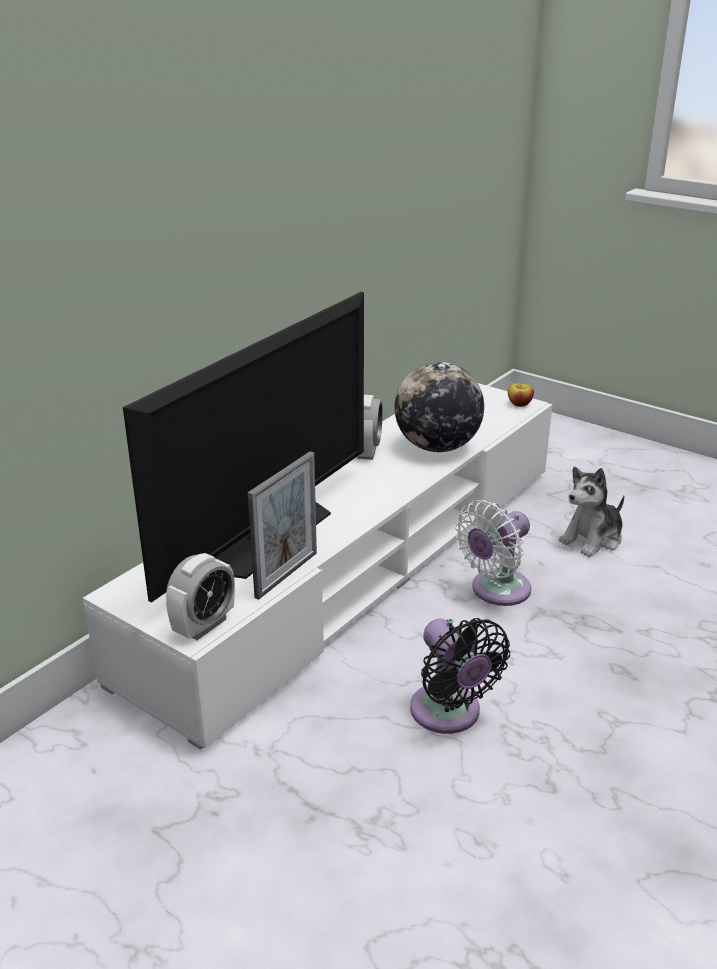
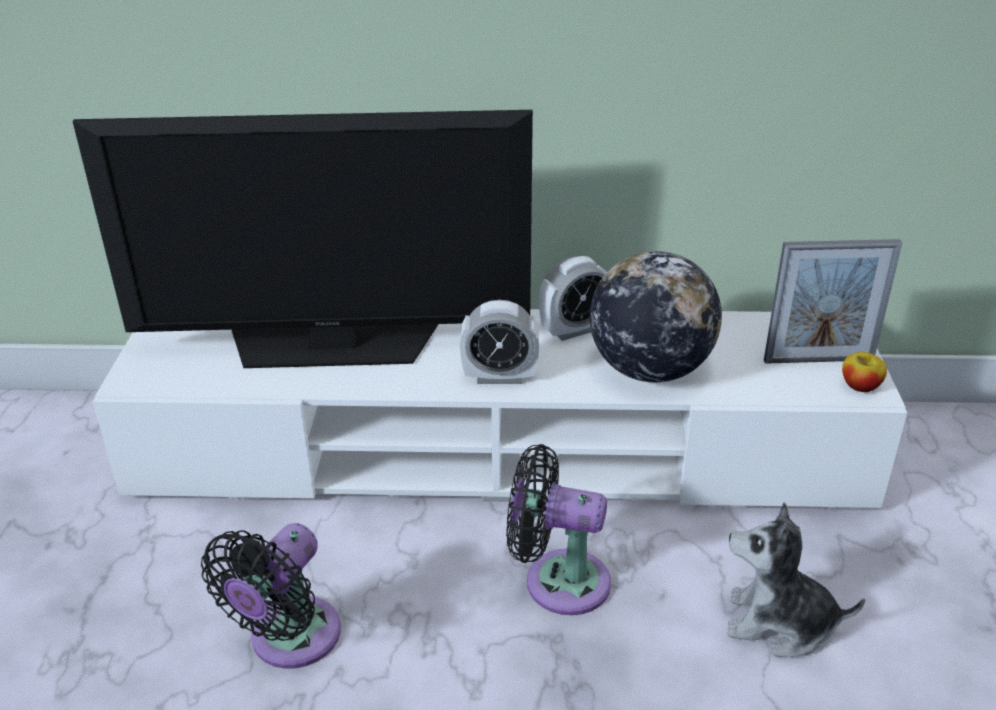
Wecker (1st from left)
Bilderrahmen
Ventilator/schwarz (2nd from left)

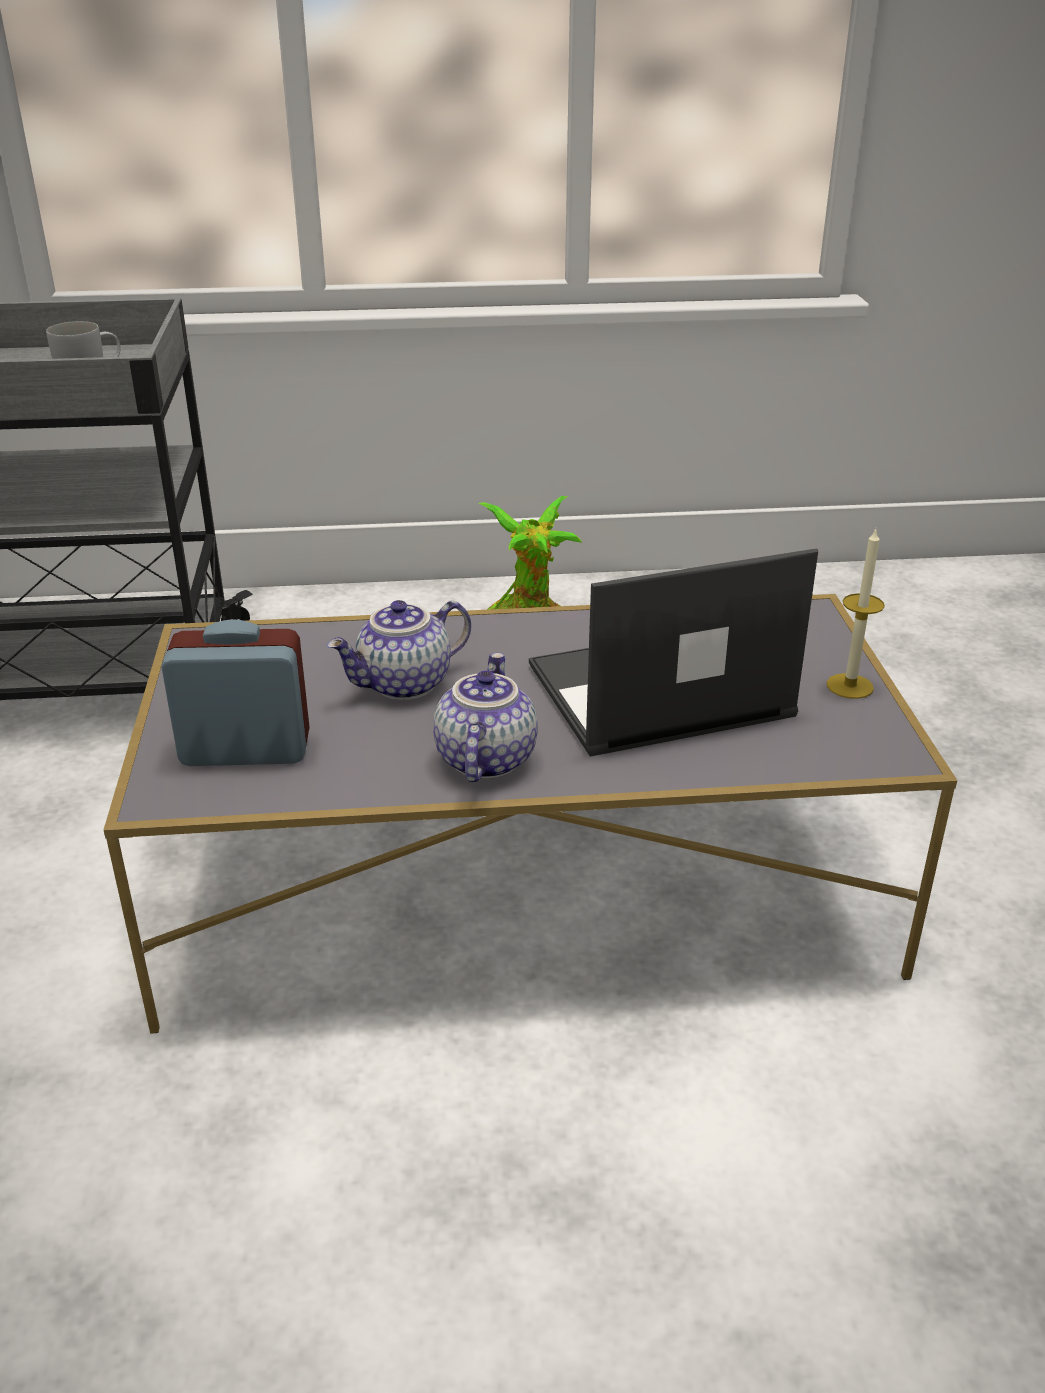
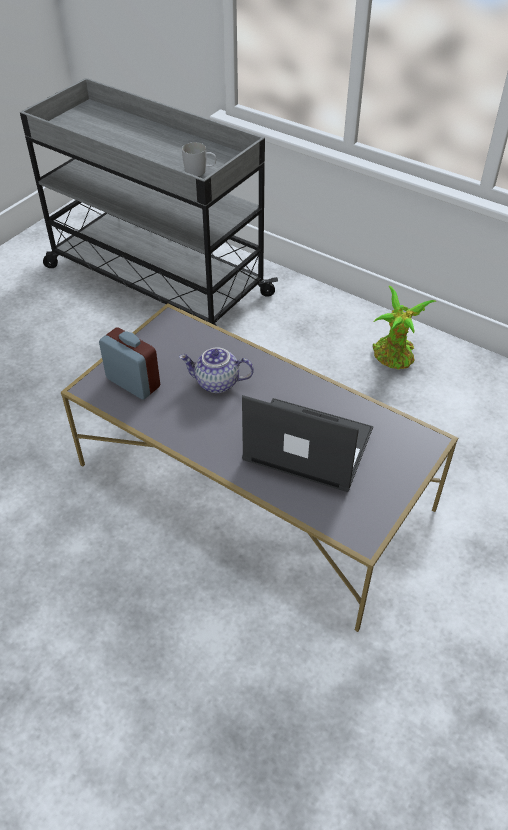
Teekanne (2nd from left in the first image)
Kerze

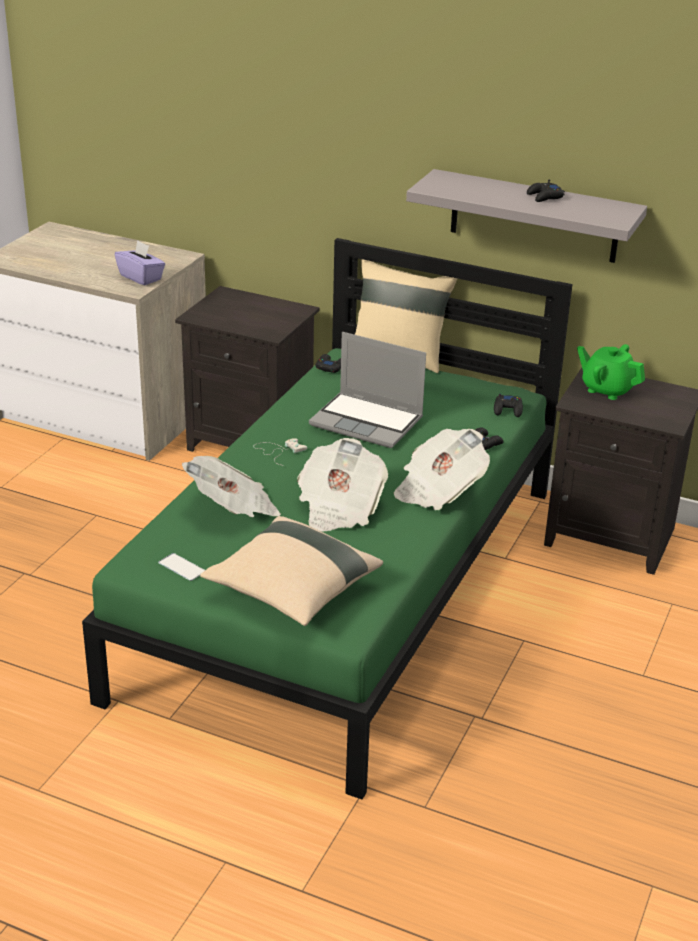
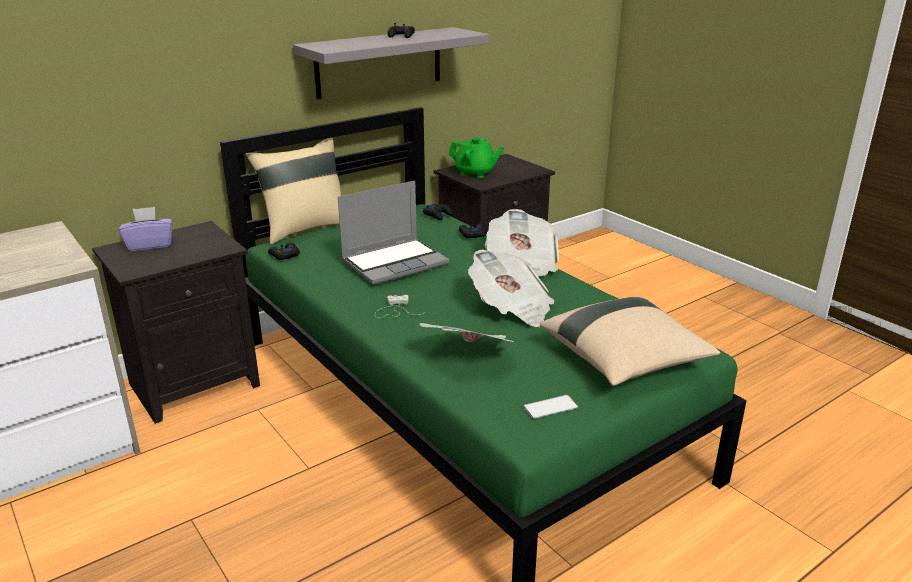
Taschentuchbox/lila
Teekanne/grün

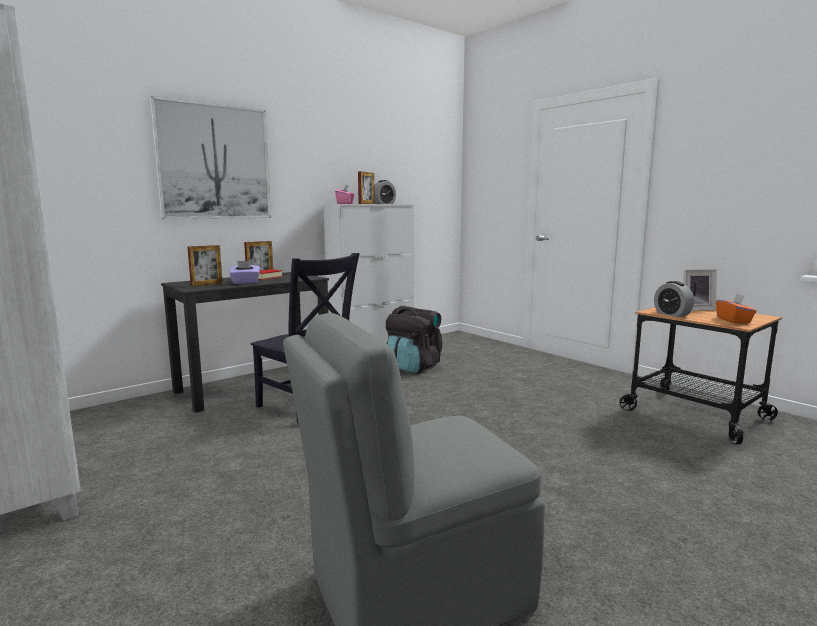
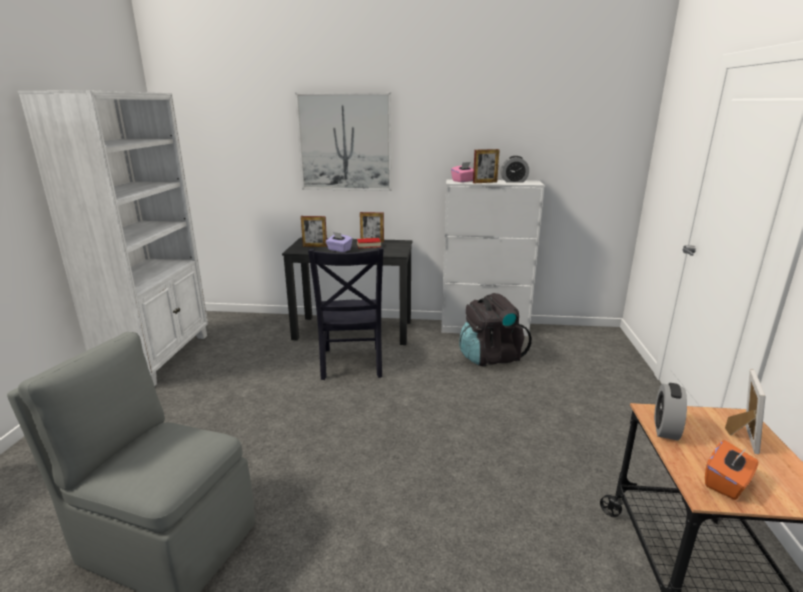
Bilderrahmen (4th from left)

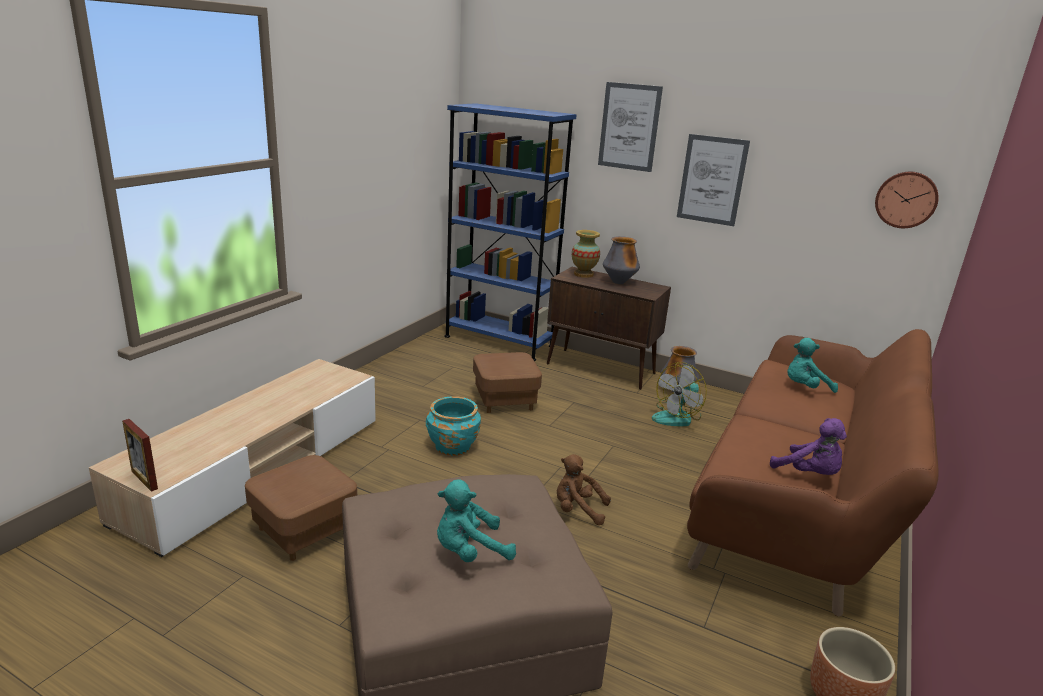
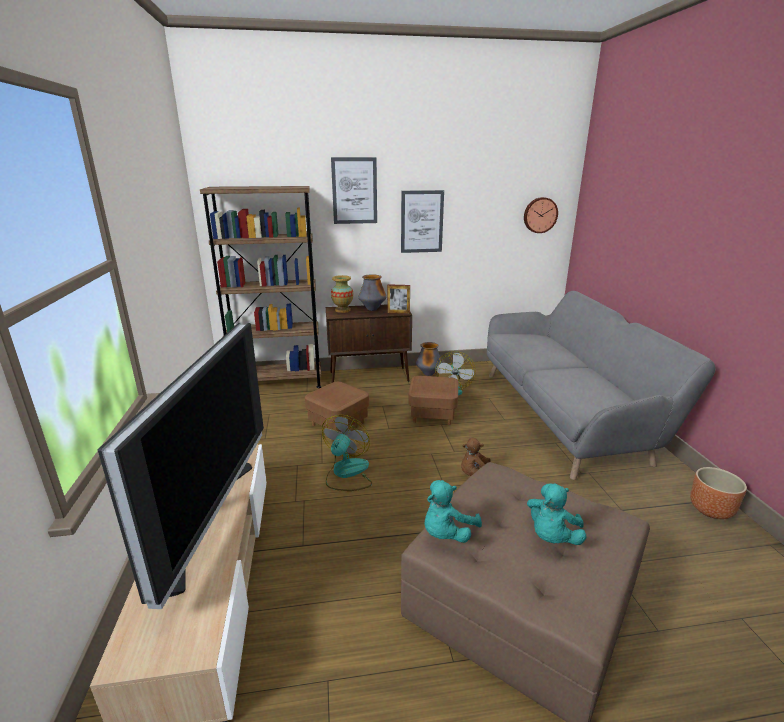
Plüschtier/lila
Fernseher
Bilderrahmen
Polsterhocker/braun (2nd from left)
Plüschtier/türkis (1st from left)
Ventilator (1st from left)
Bücherregal/braun
Sofa/grau

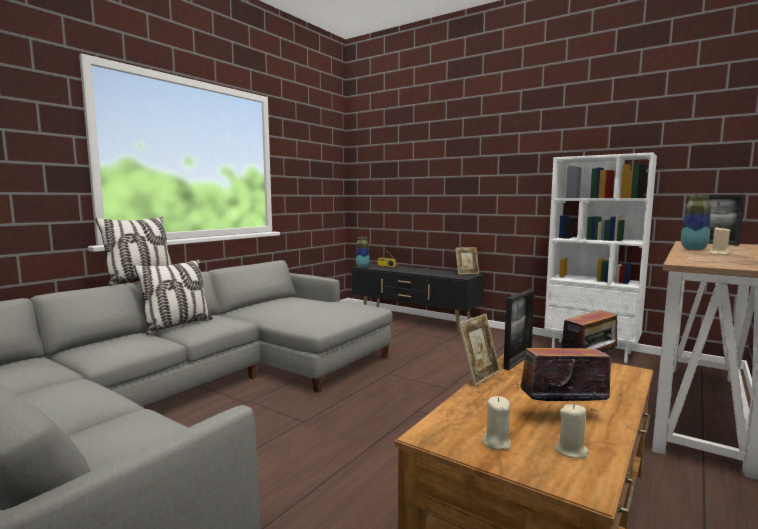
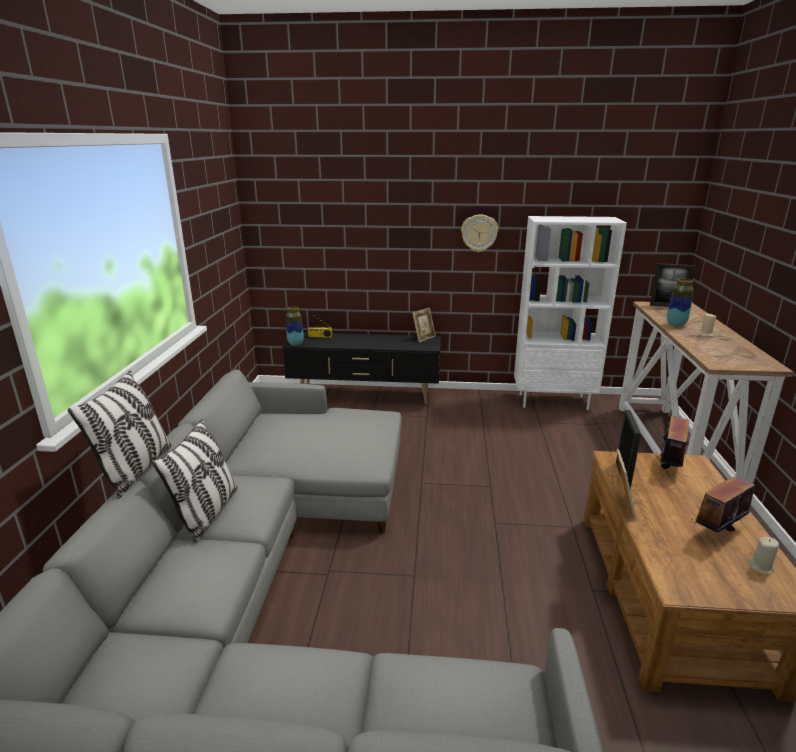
Kerze/beige (1st from left in the first image)
Wanduhr

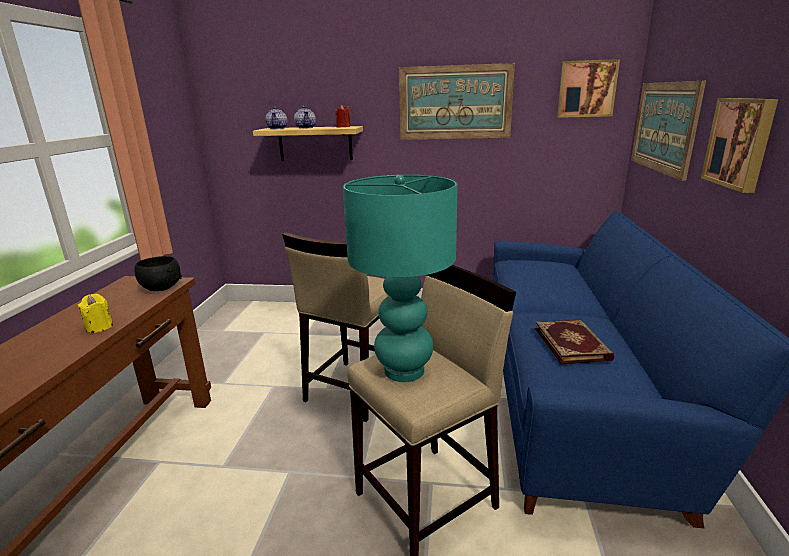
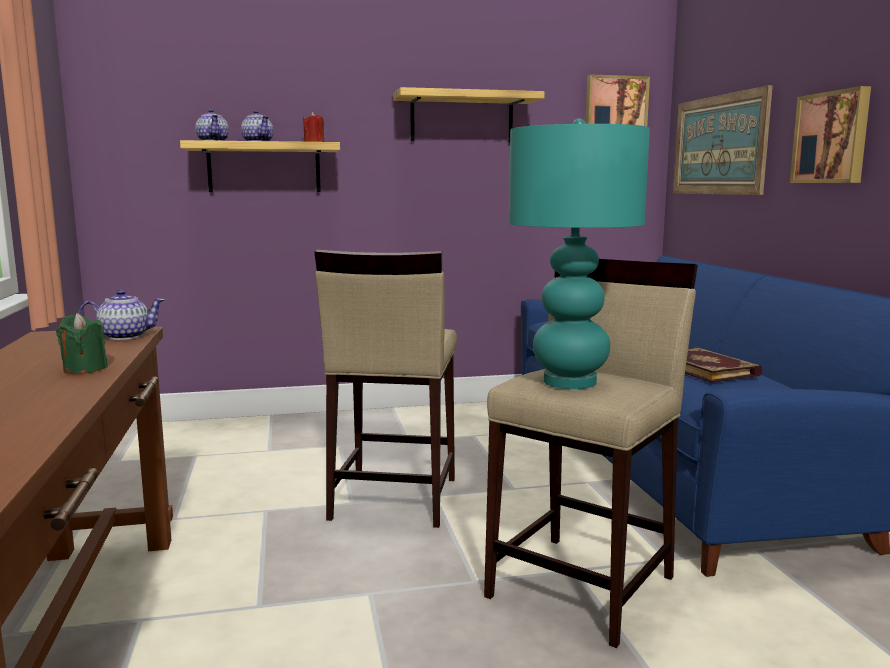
Teekanne (1st from left)
Wandregal (2nd from left)
Kerze/grün

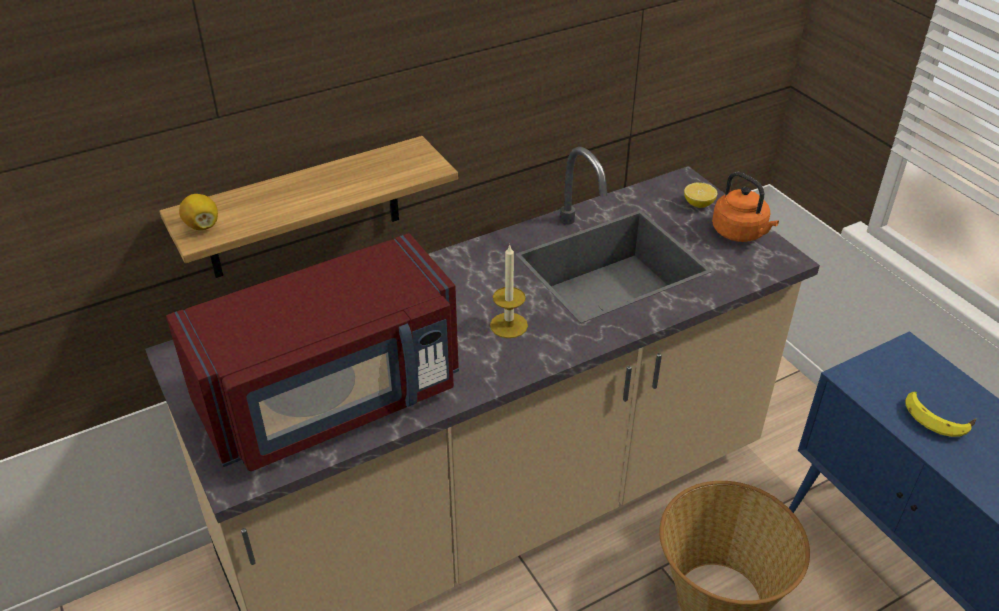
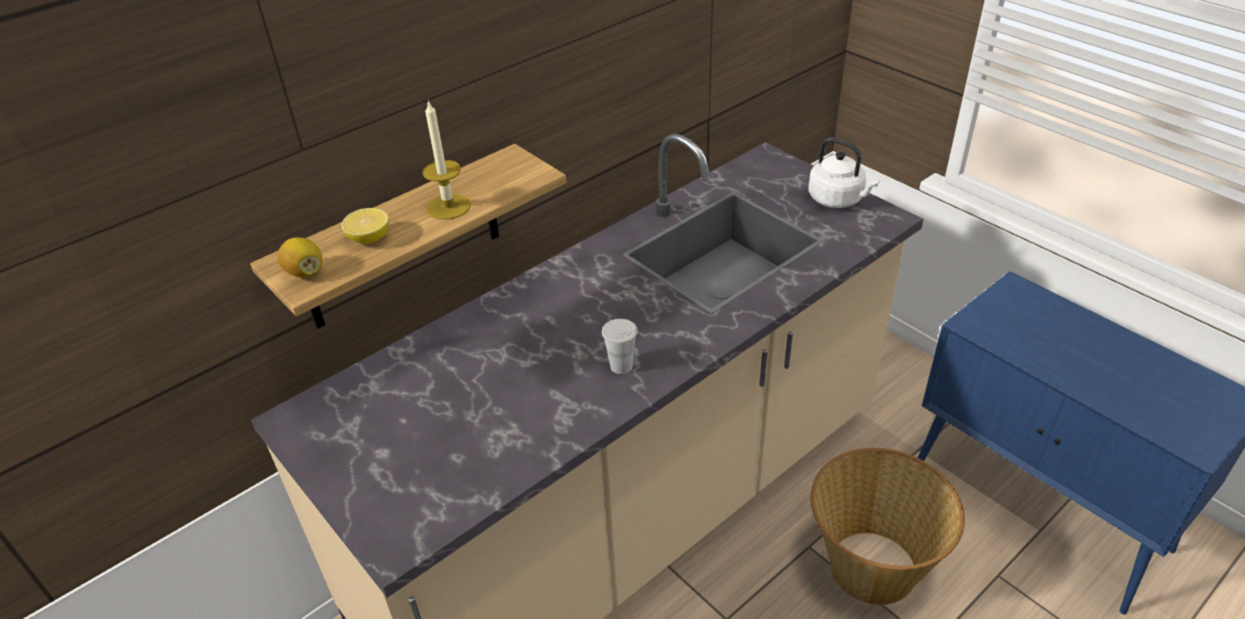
Mikrowelle/rot
Banane
Tasse/weiß
Kerze
Zitrone (2nd from left)
Wasserkessel/weiß

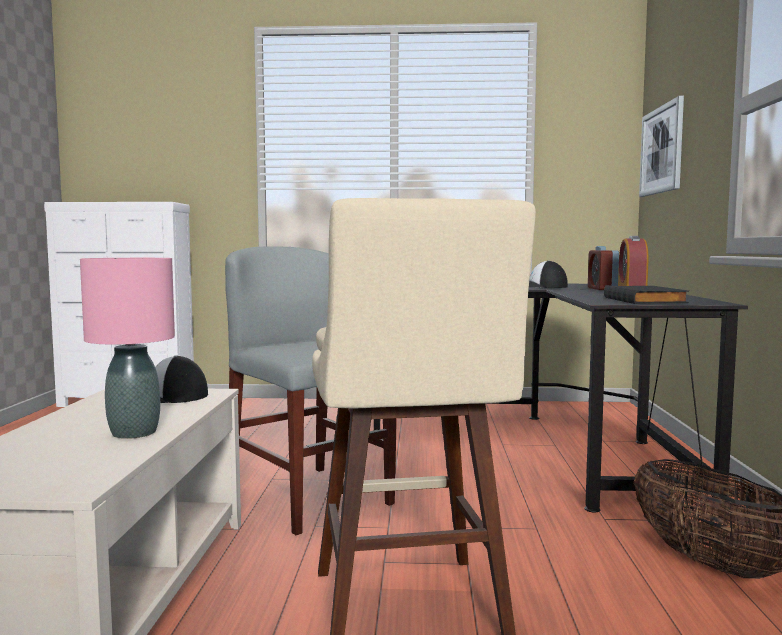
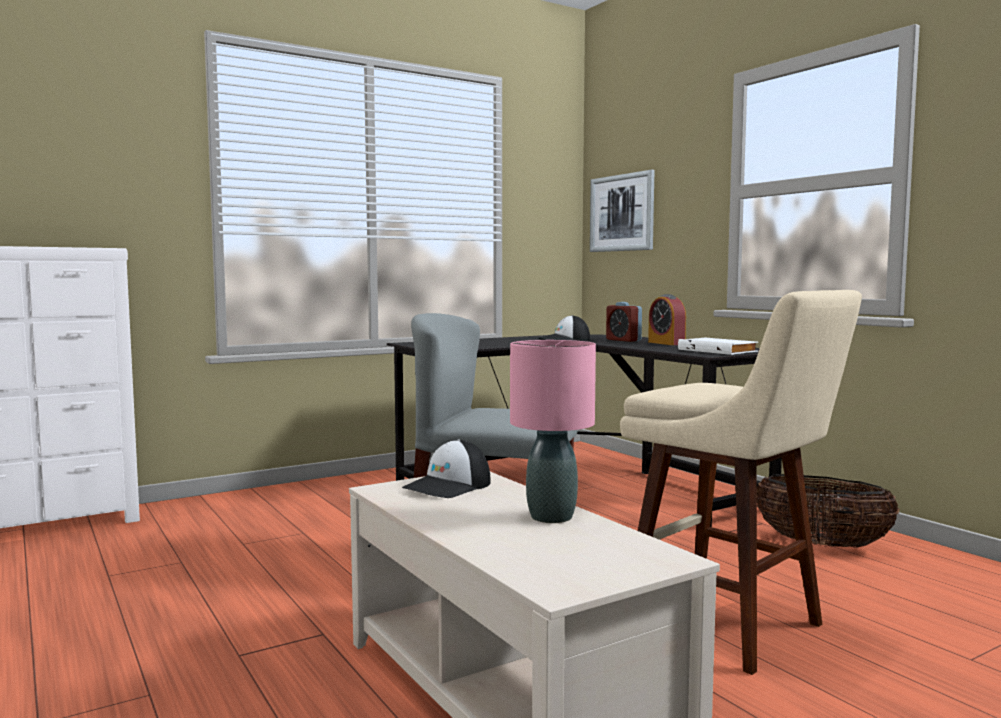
Buch/weiß

